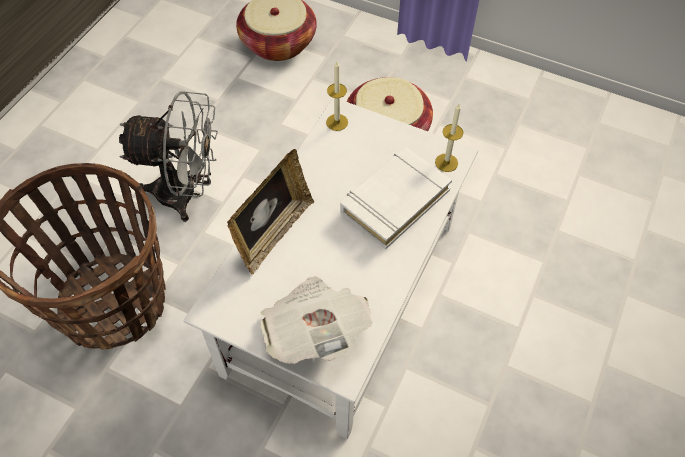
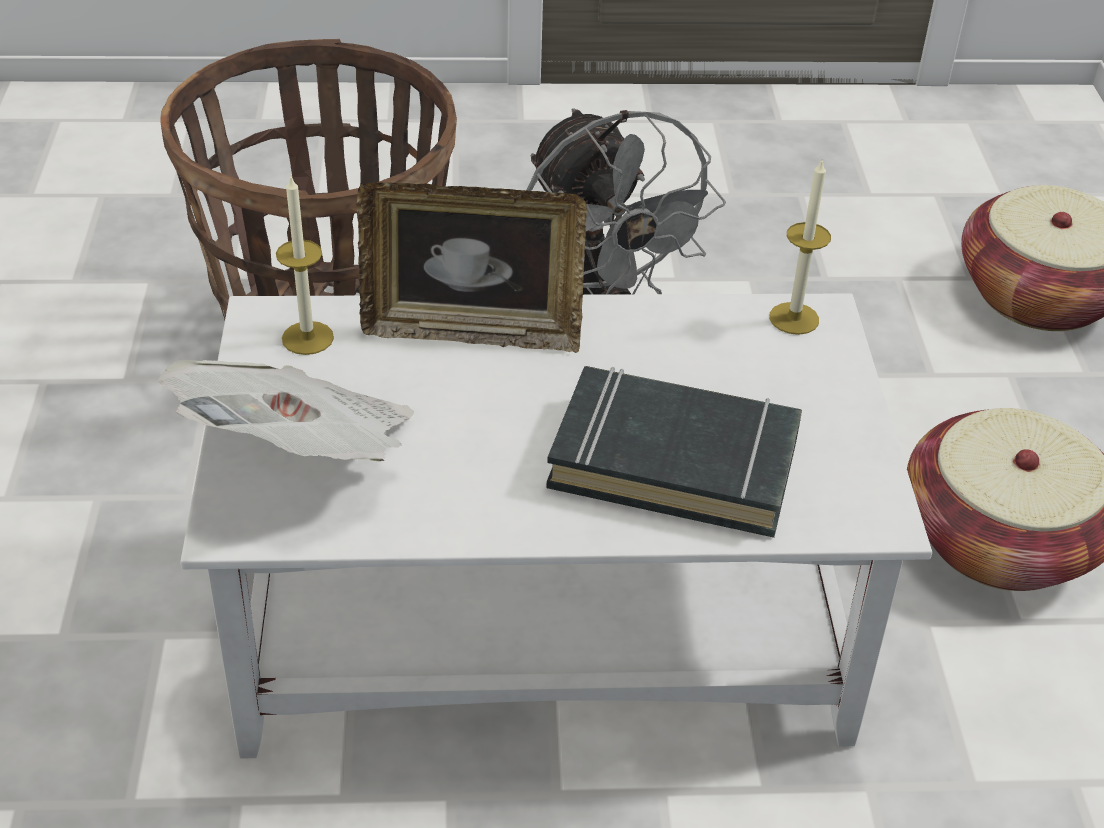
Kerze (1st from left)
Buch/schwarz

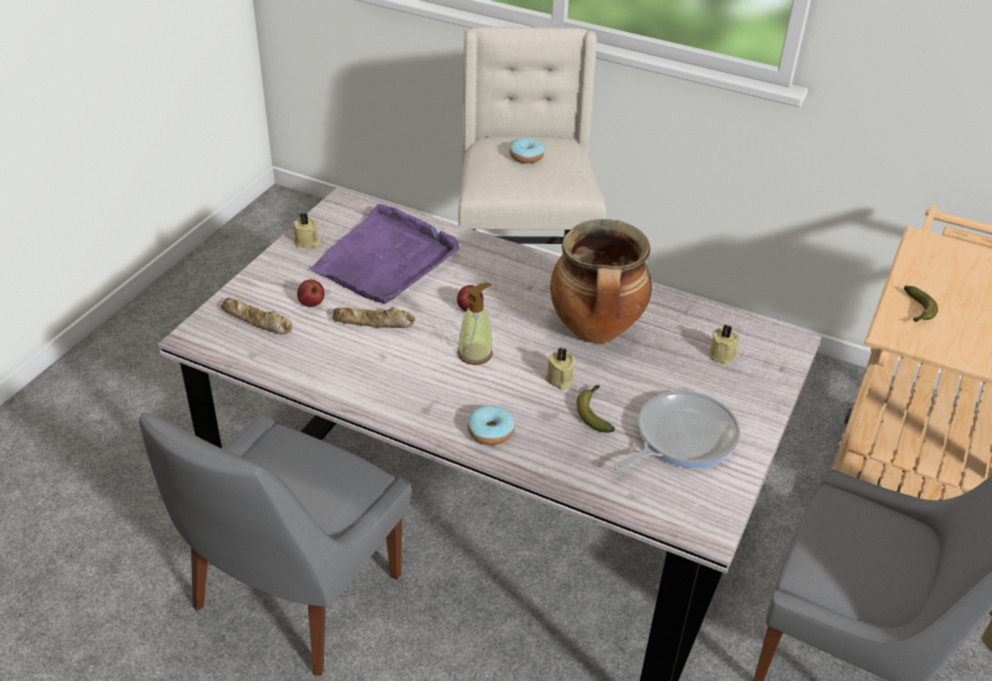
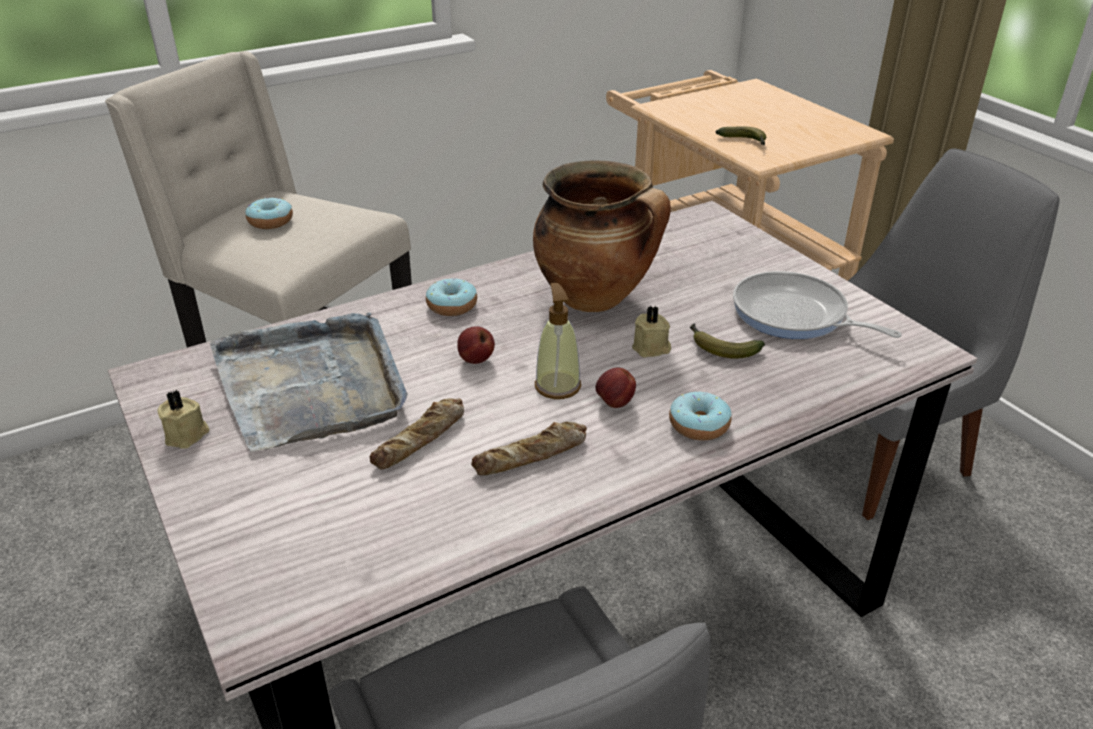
Kerze/beige (3rd from left in the first image)
Donut (2nd from left)
Brot (2nd from left)
Apfel (2nd from left)
Tablett/grau
Pfanne

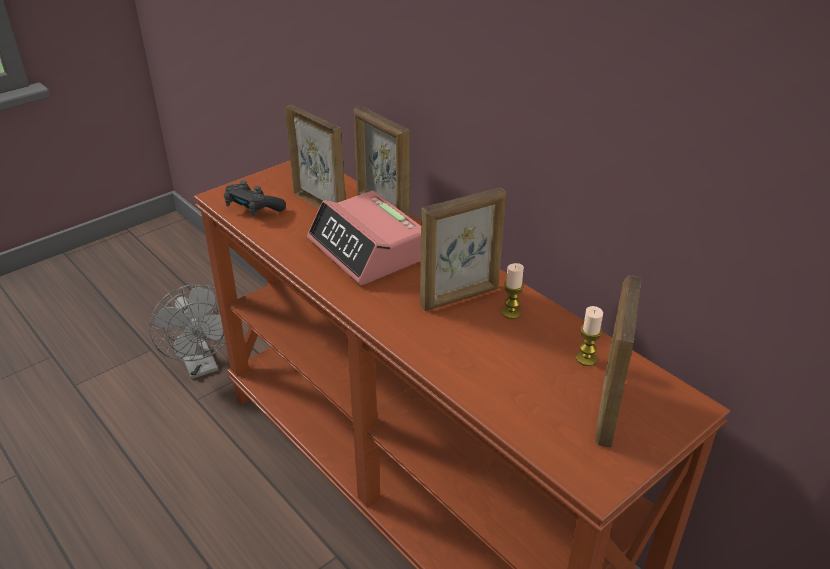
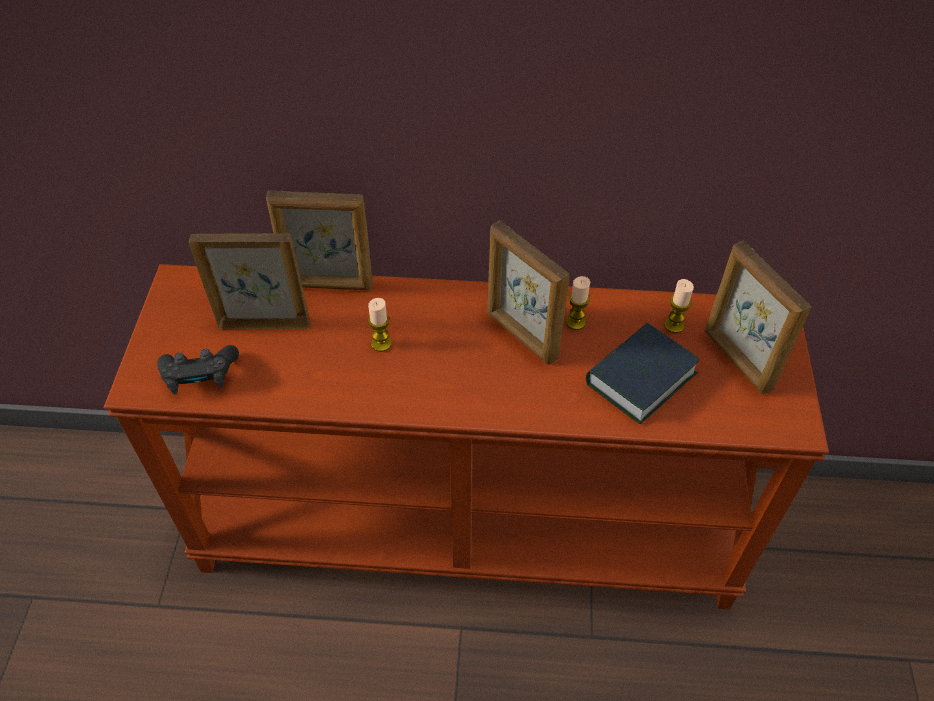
Ventilator/grau
Buch
Kerze (1st from left)
Bilderrahmen (3rd from left)

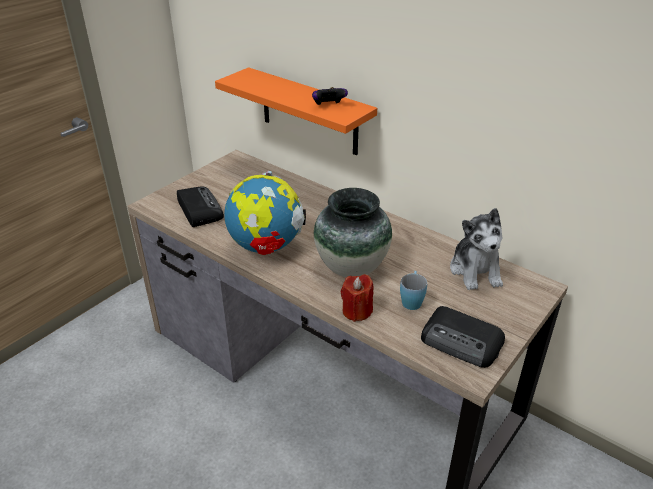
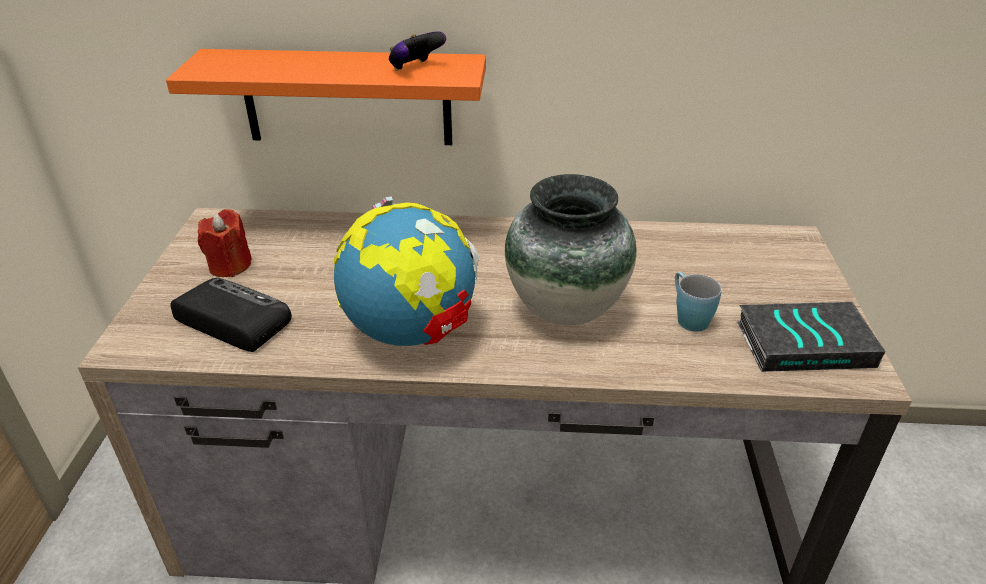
Plüschtier
Kerze/rot
Buch

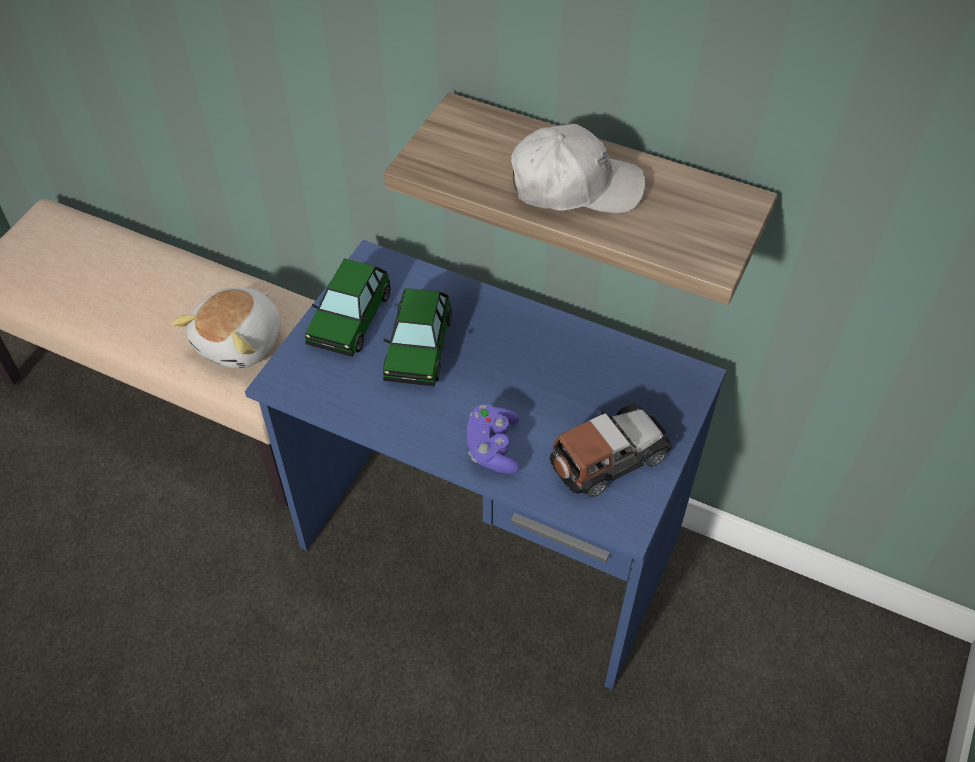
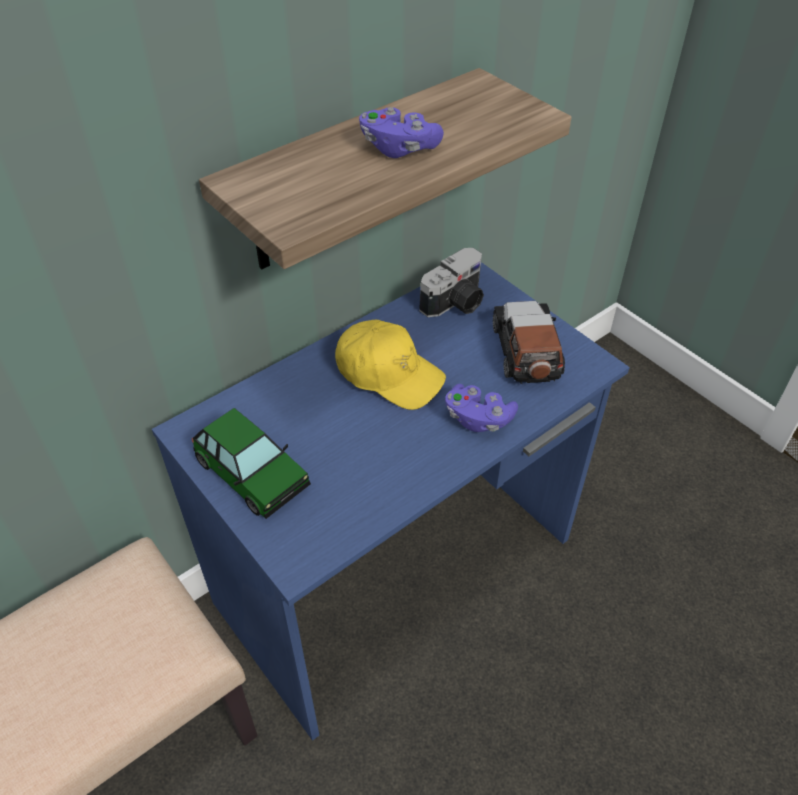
Plüschtier
Spielzeugauto (2nd from left in the first image)
Kappe/gelb
Kamera
Gamepad/lila (1st from left)

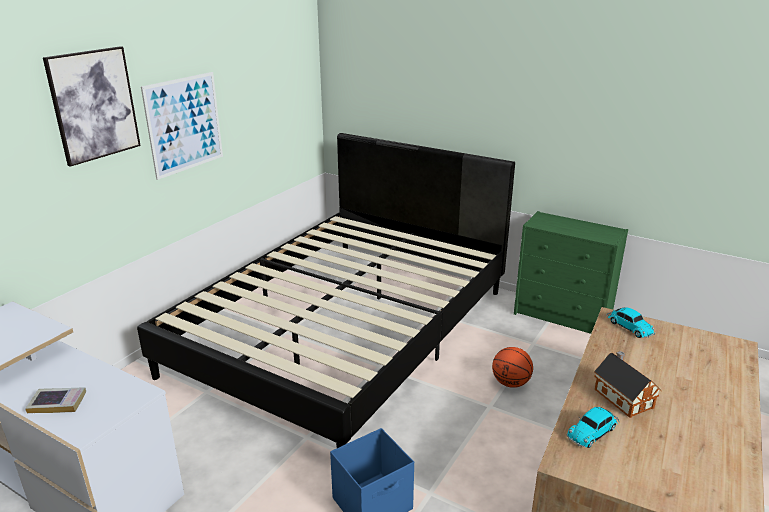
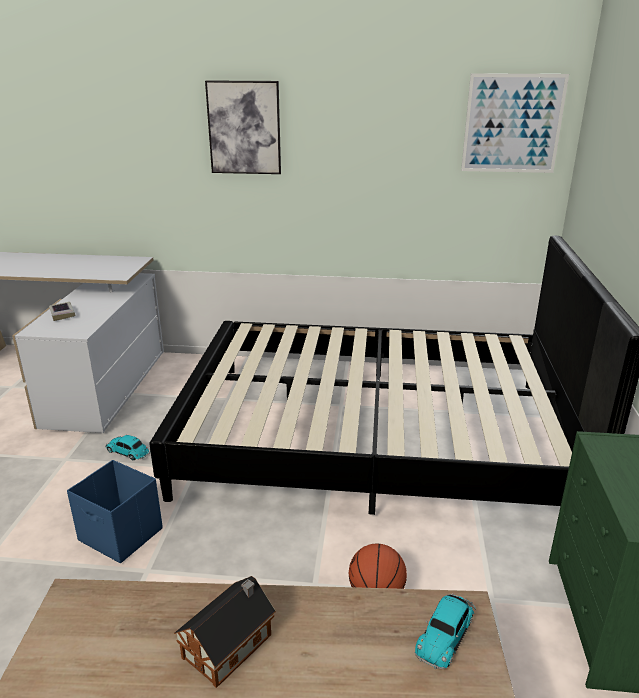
Bild (2nd from left)
Spielzeugauto (1st from left)

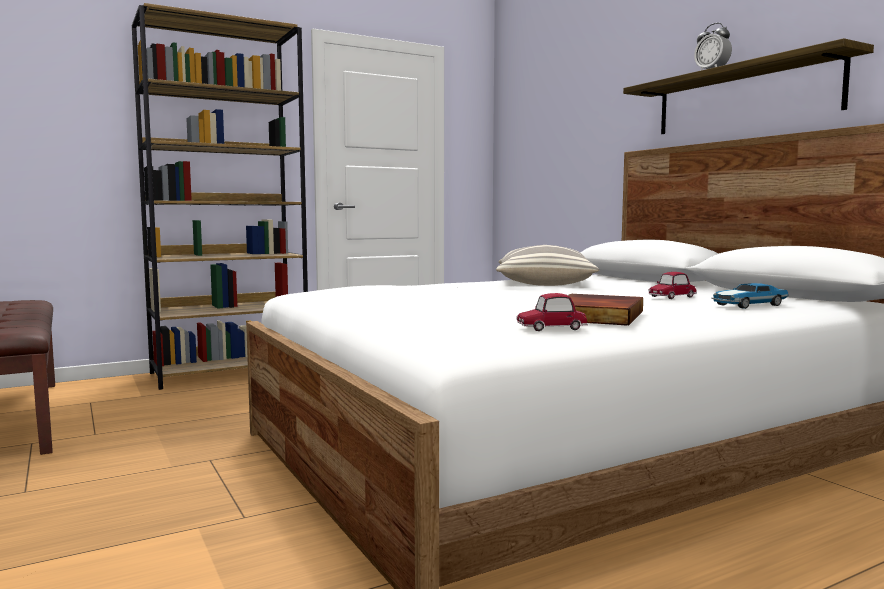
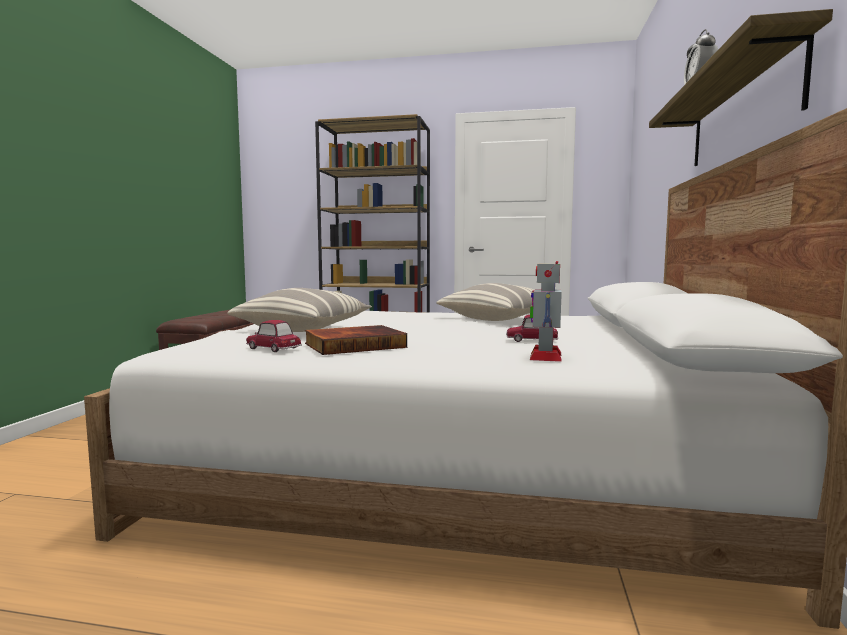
Kissen (1st from left)
Spielzeugroboter

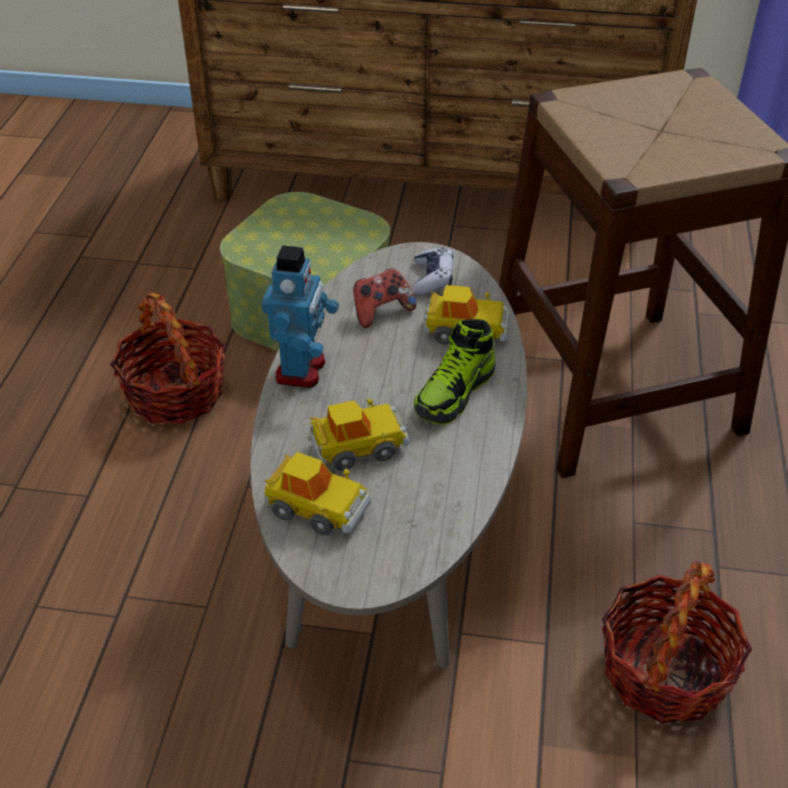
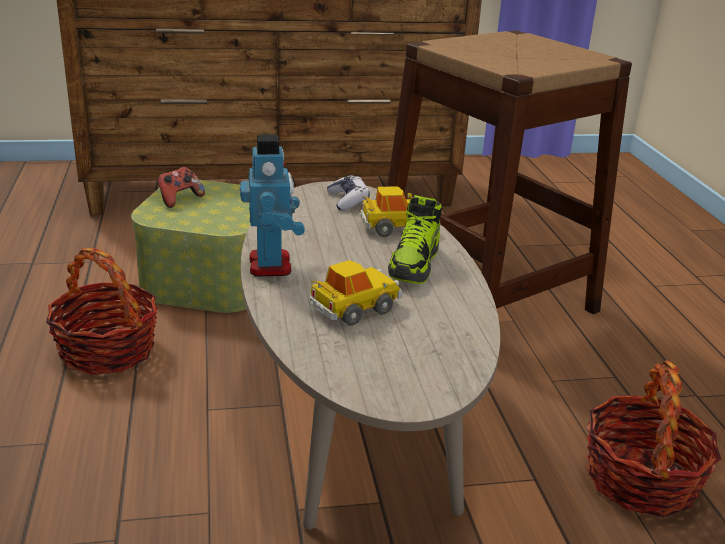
Spielzeugauto (1st from left in the first image)
Gamepad (1st from left)

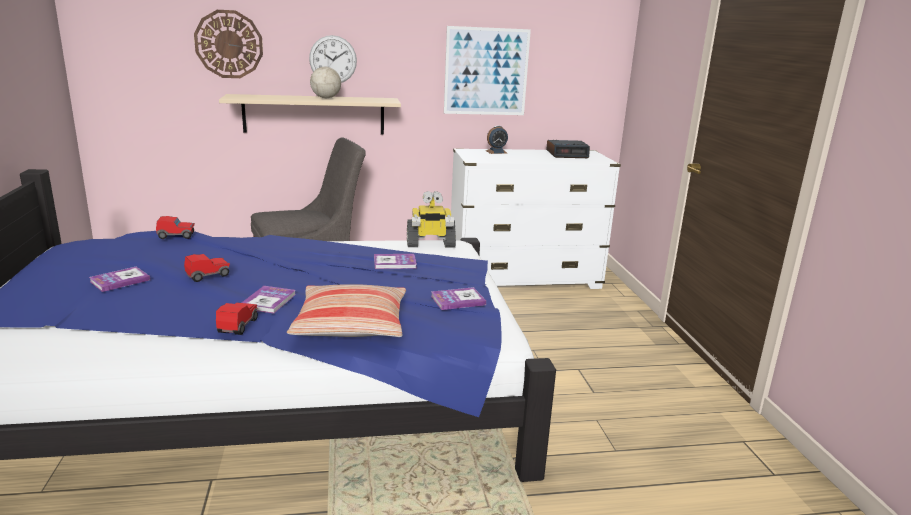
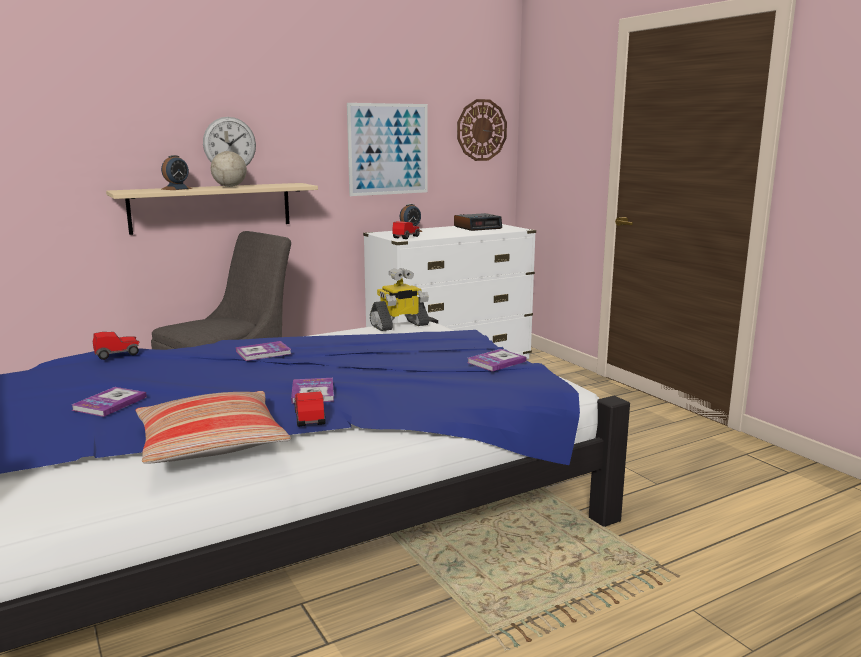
Wecker (1st from left)
Spielzeugauto (3rd from left)
Wanduhr (2nd from left)
Kissen
Buch (2nd from left)

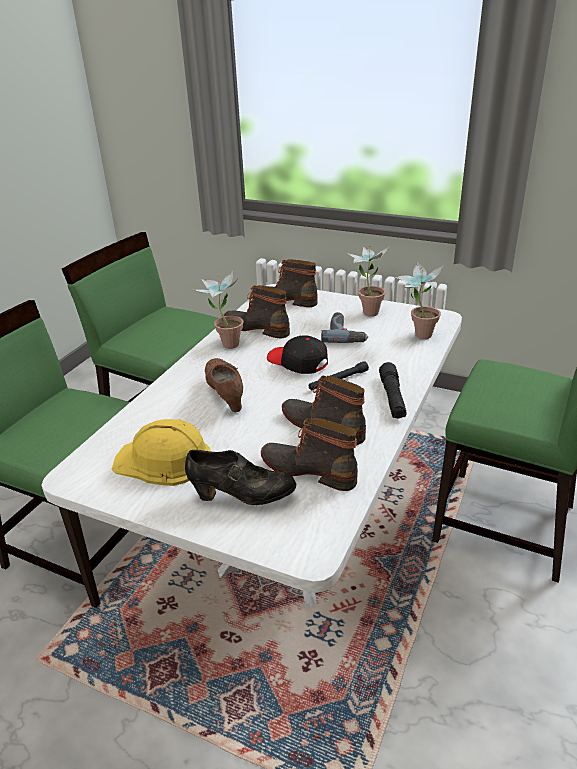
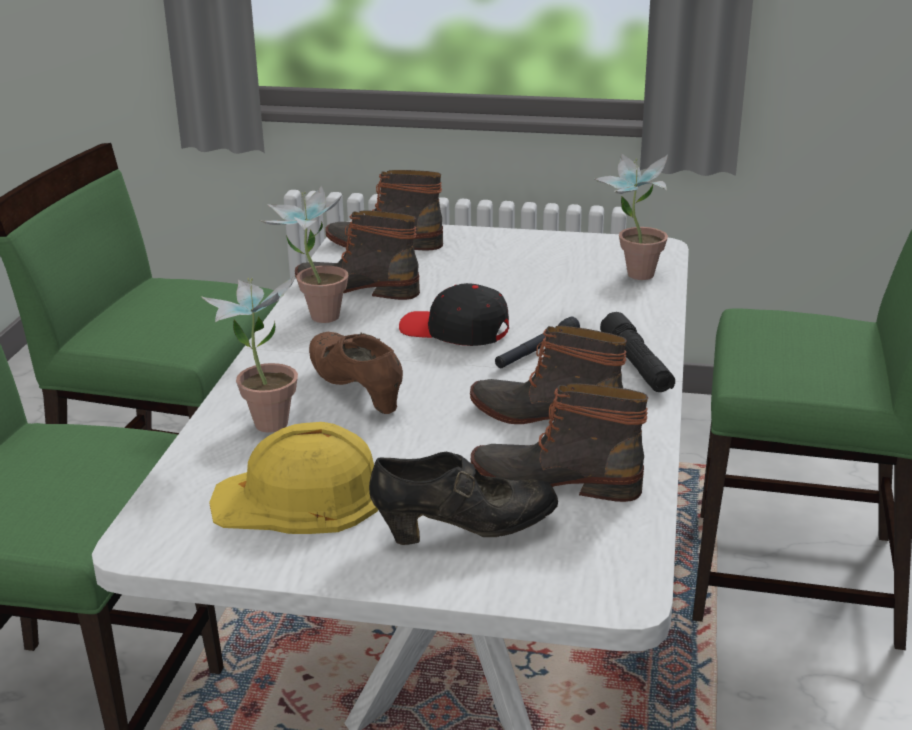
Bohrmaschine
Topfpflanze (1st from left)

